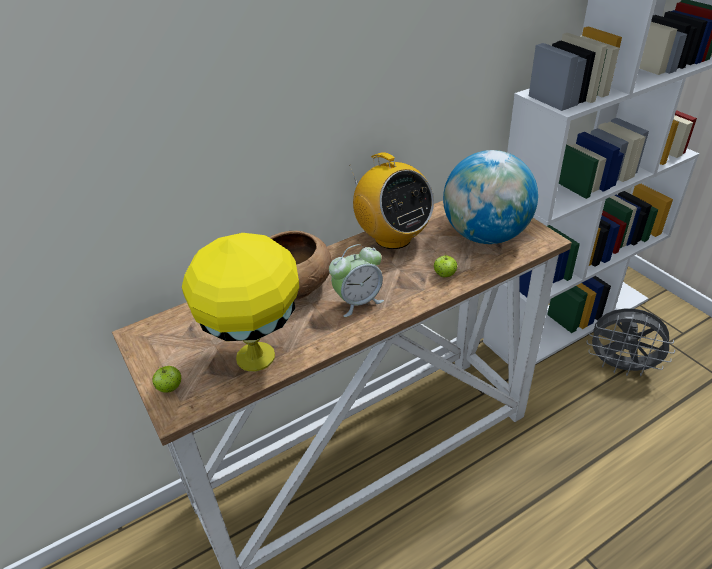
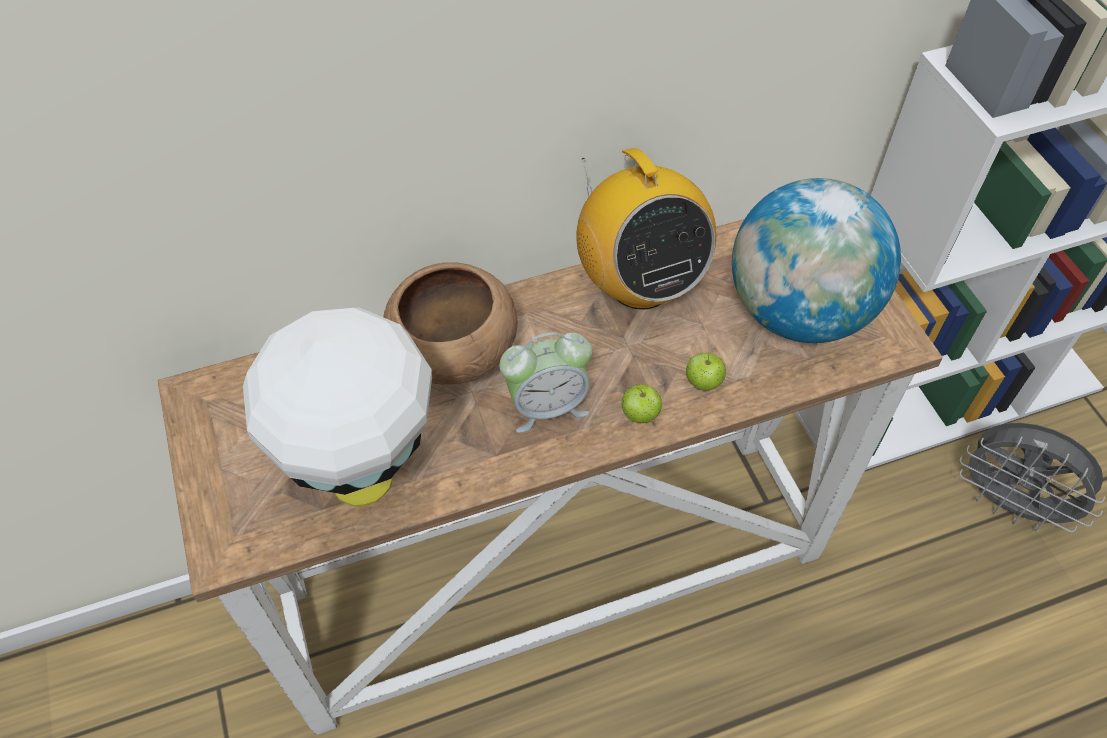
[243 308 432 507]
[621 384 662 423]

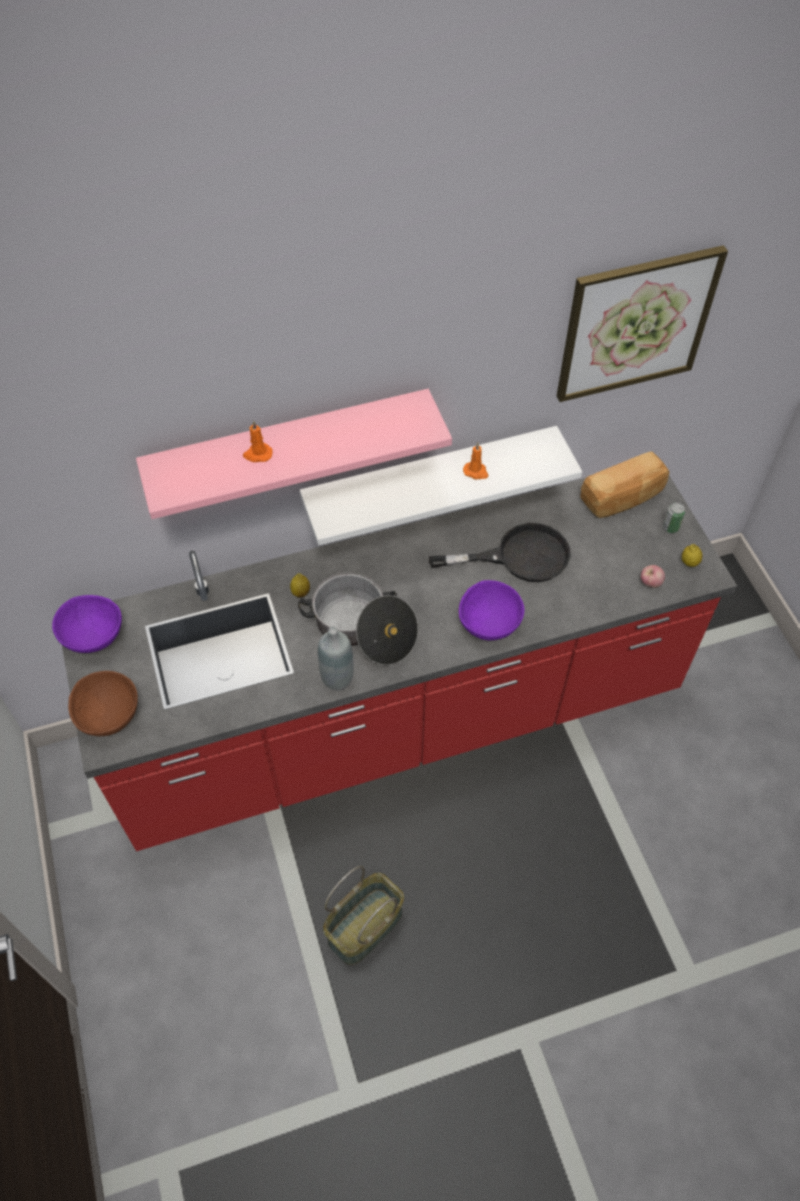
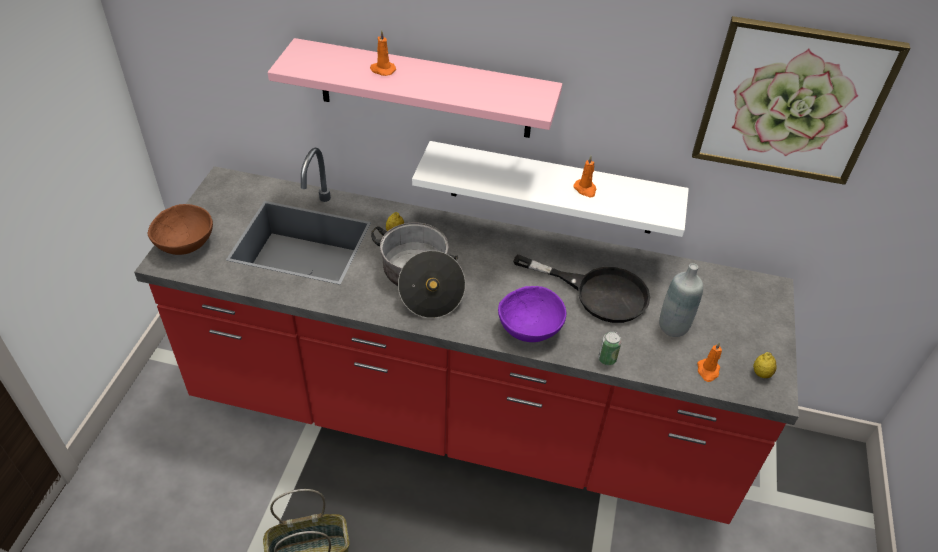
[580 451 670 518] (first image)
[598 331 622 365]
[697 342 722 382]
[52 595 122 653] (first image)
[659 263 703 337]

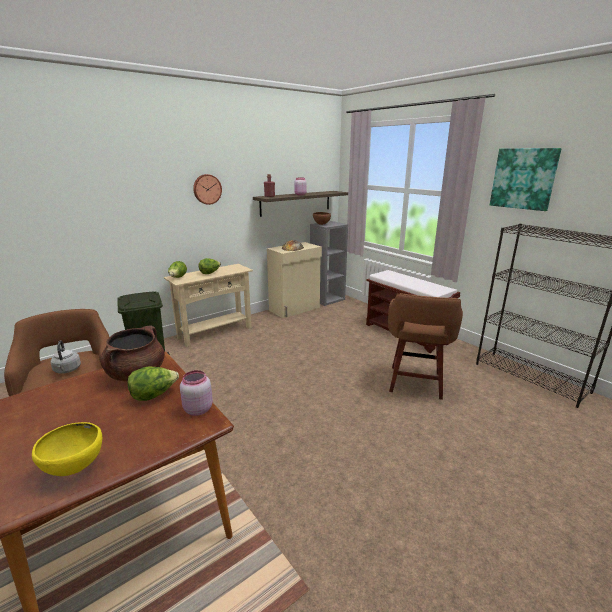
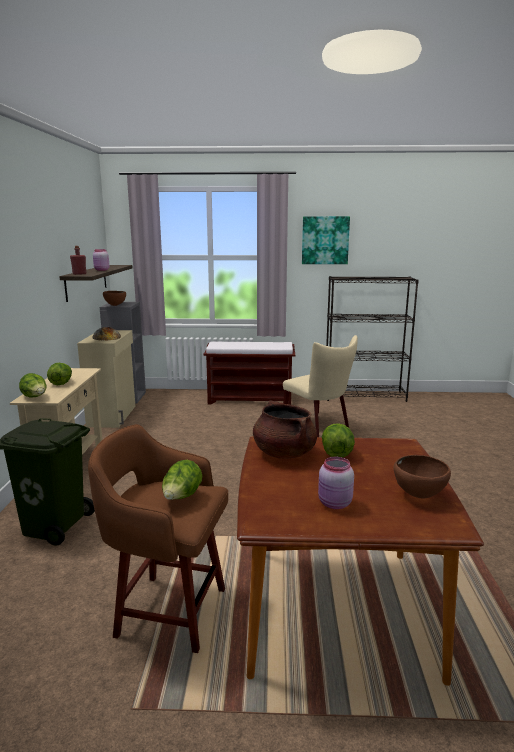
[193 174 222 205] (first image)
[283 335 358 437]
[162 460 202 500]
[318 457 354 509]
[394 455 451 498]

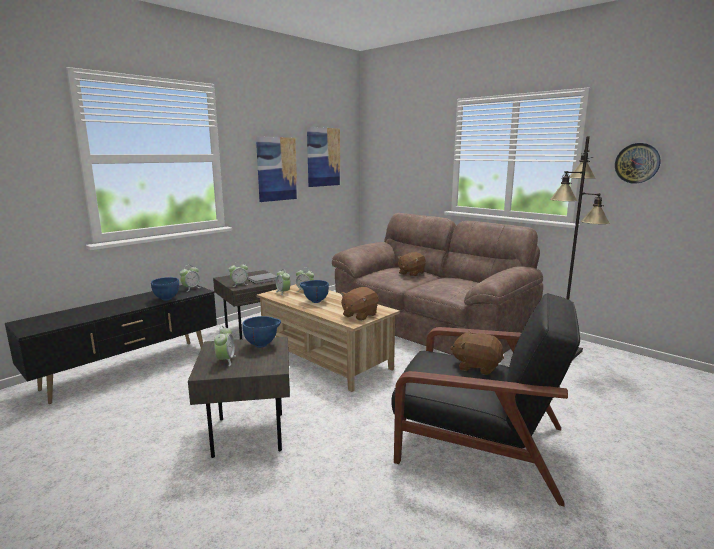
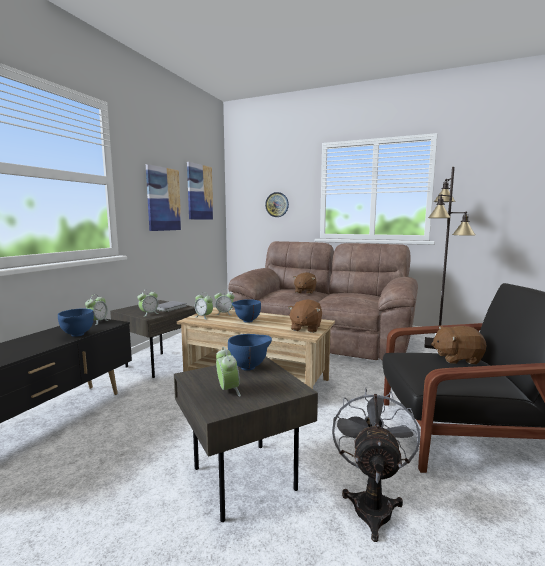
[265 192 289 217]
[332 387 420 542]

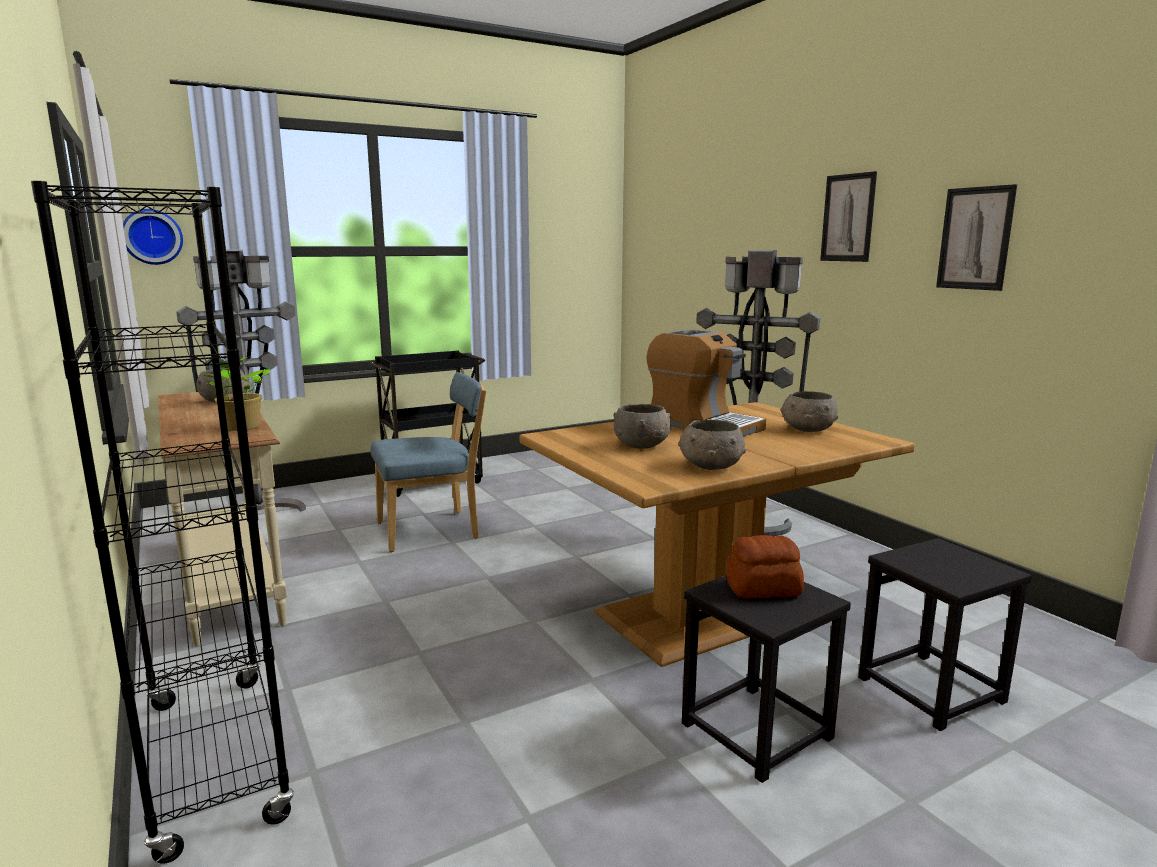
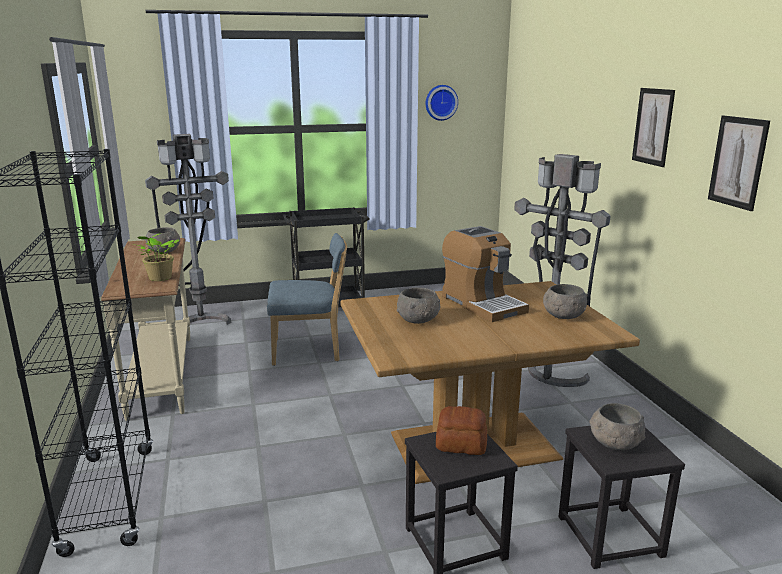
[426 85 458 121]
[589 403 645 450]

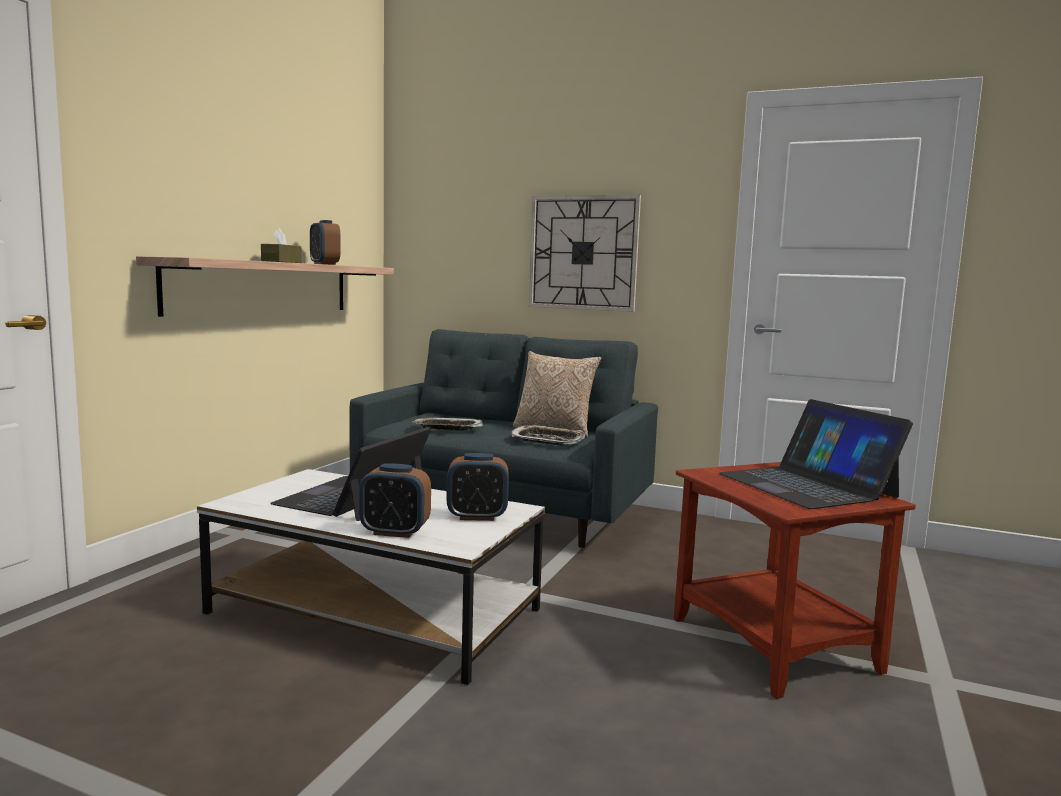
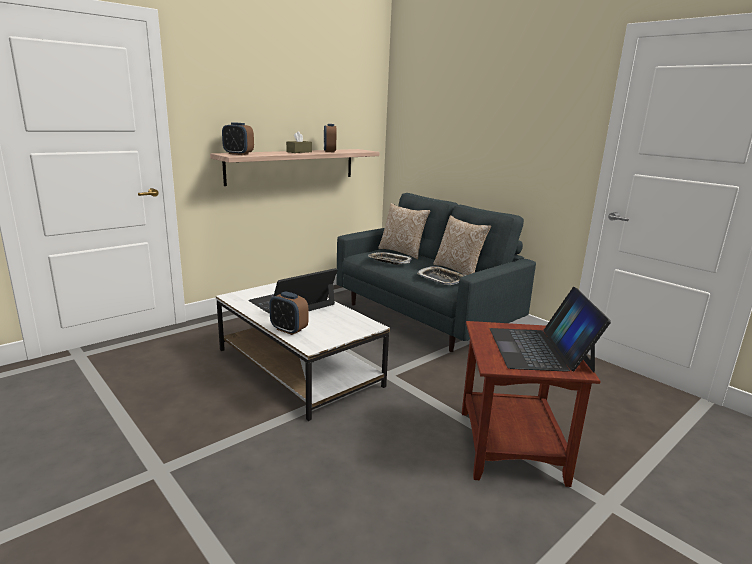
[529 195 641 312] (first image)
[222 122 254 155]
[378 203 430 259]

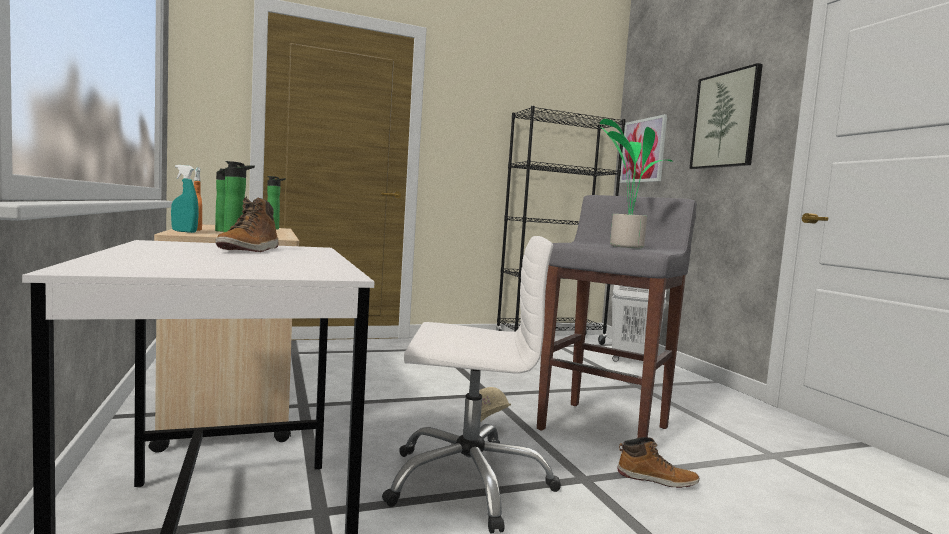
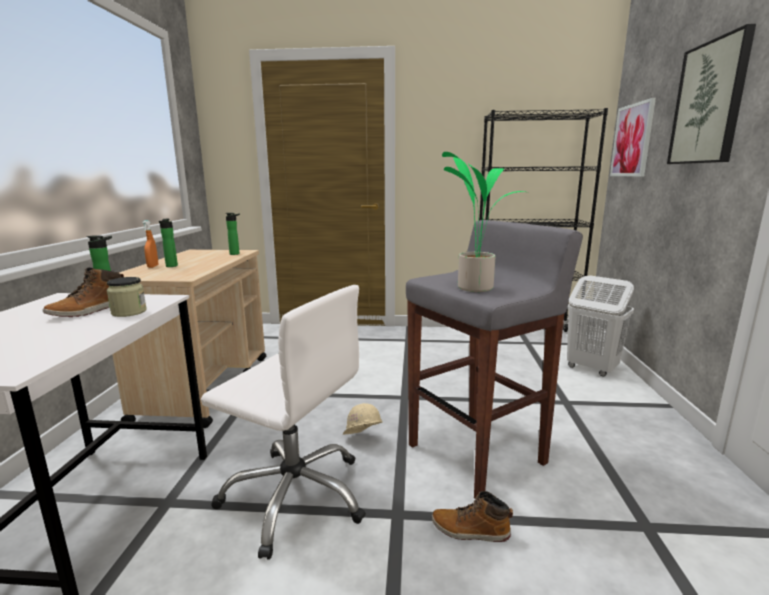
[171 165 199 233] (first image)
[432 491 513 542]
[107 277 147 317]

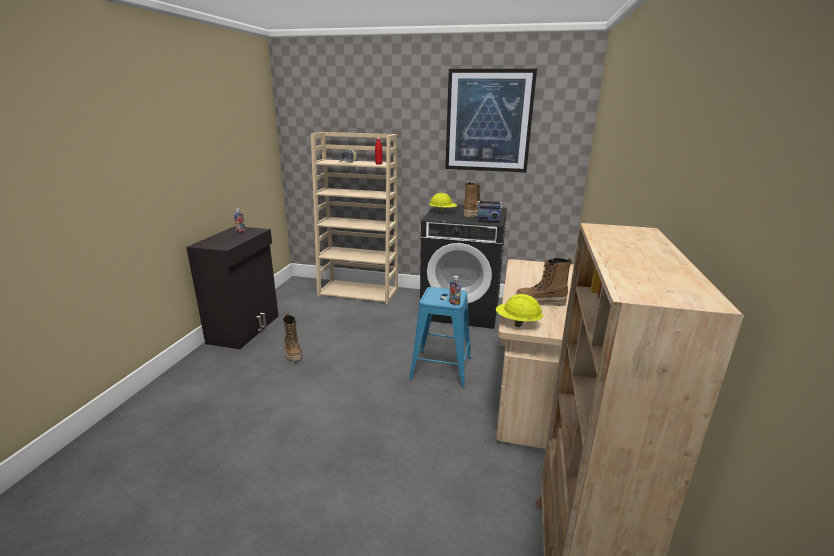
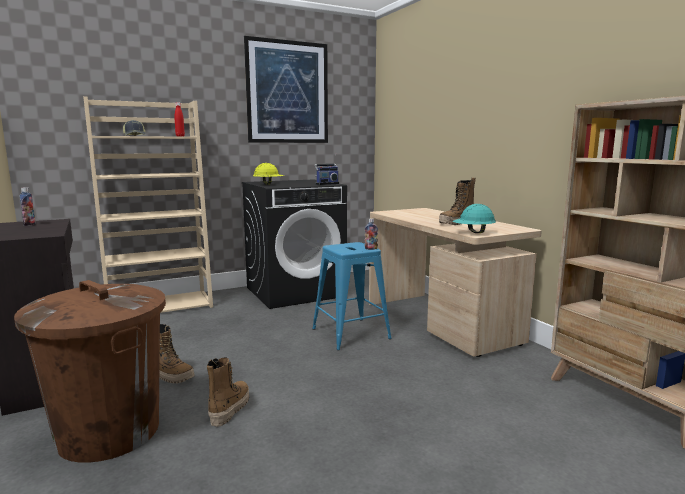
[207 358 249 427]
[453 204 496 233]
[14 280 166 463]

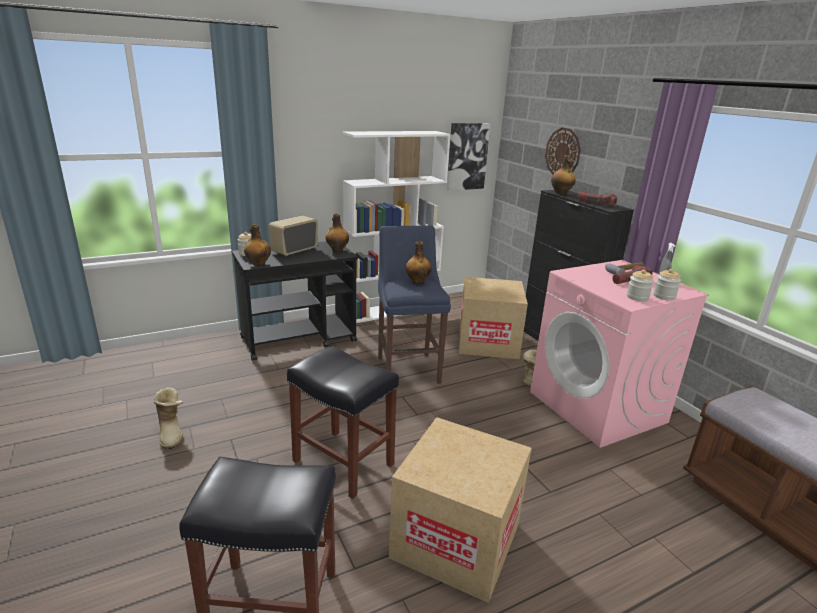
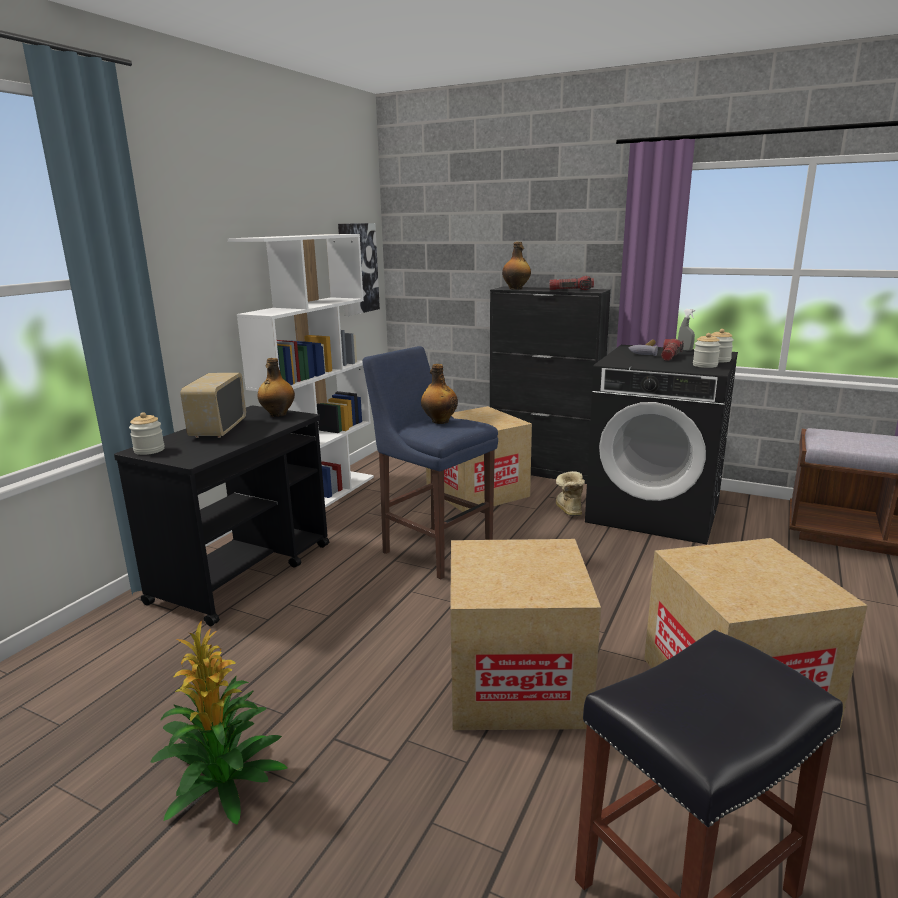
[545 127 581 175] (first image)
[244 224 271 266] (first image)
[585 345 738 544]
[450 539 601 730]
[150 621 287 824]

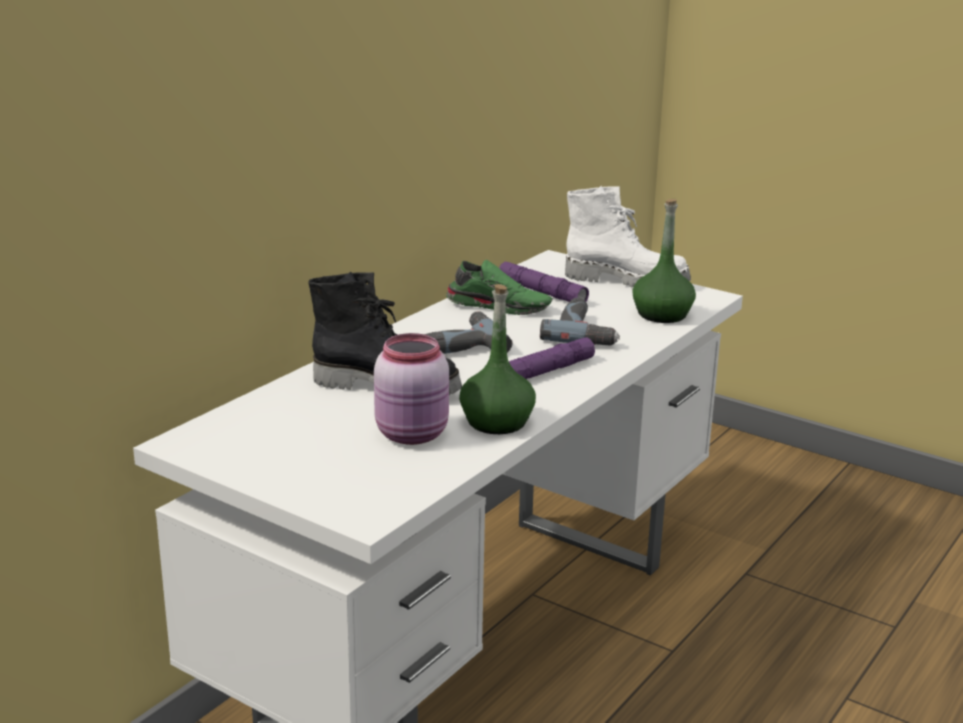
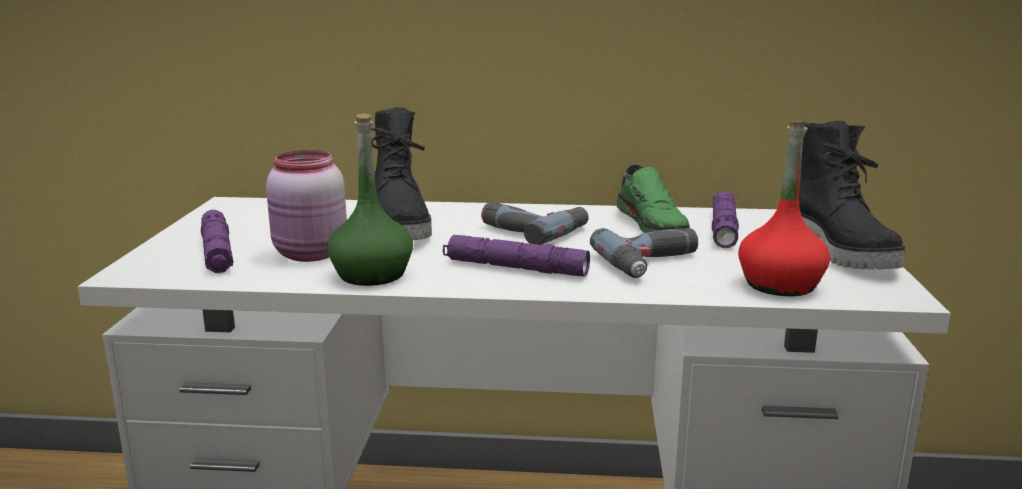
[799 120 905 269]
[738 121 830 296]
[201 210 233 273]

